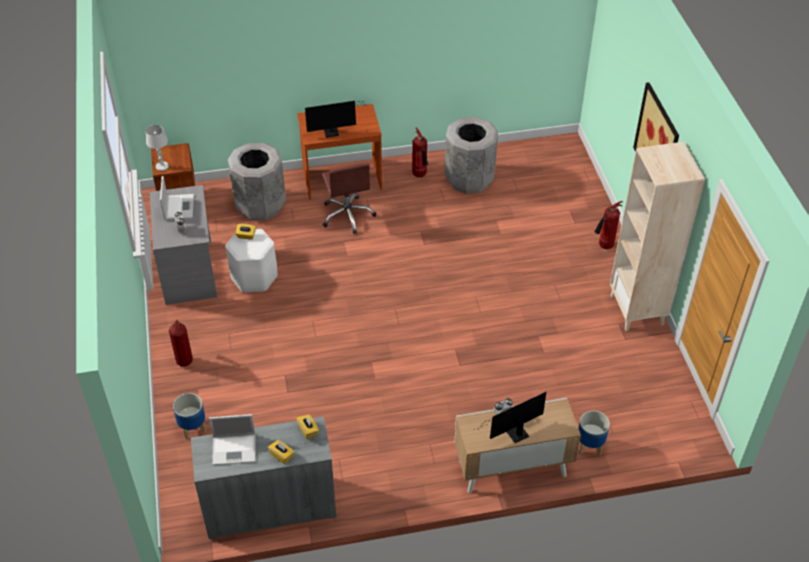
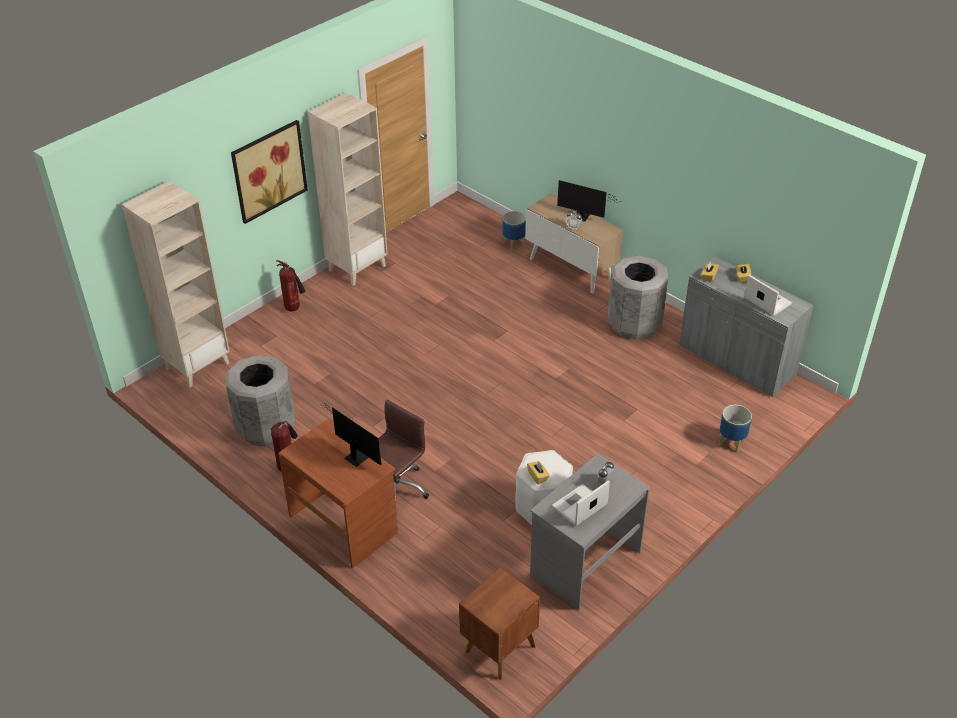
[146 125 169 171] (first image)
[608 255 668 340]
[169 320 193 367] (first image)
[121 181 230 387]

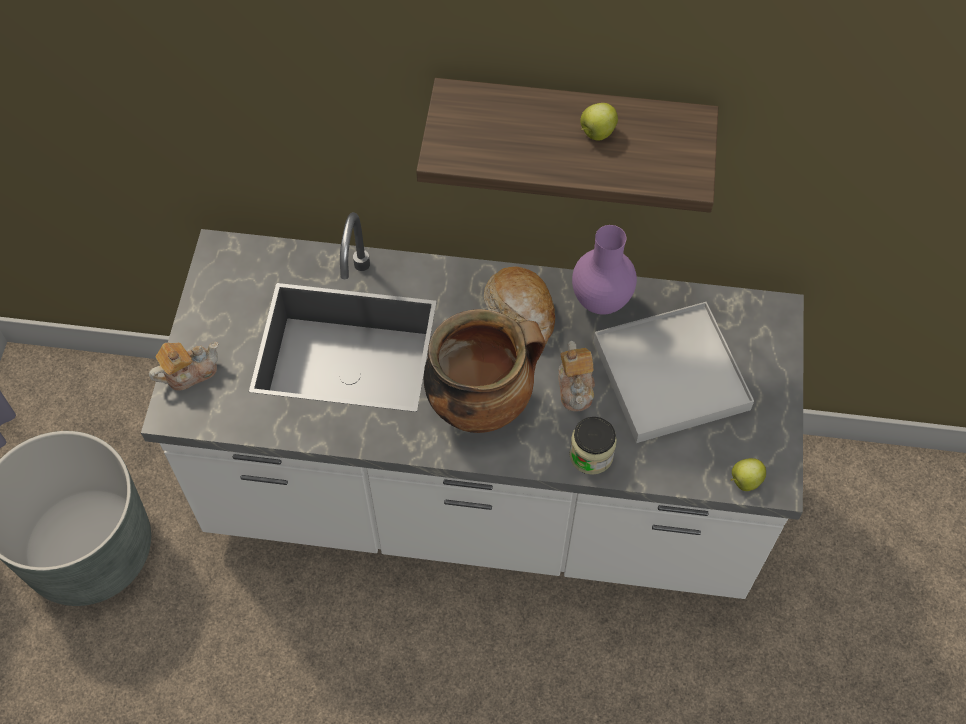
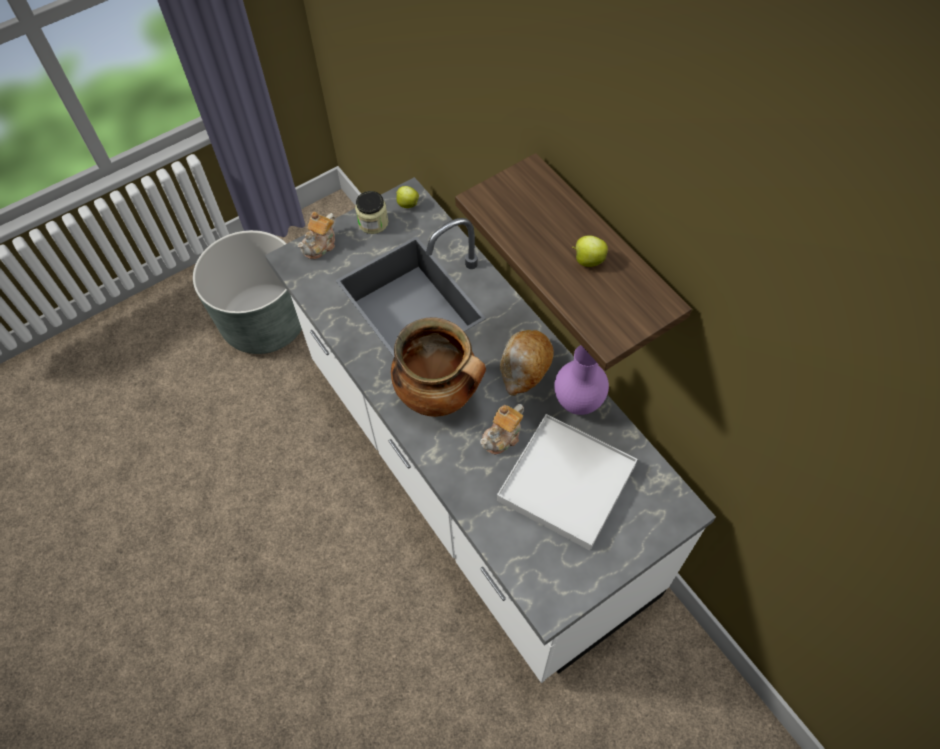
[298 212 336 259]
[355 191 388 234]
[396 186 419 208]

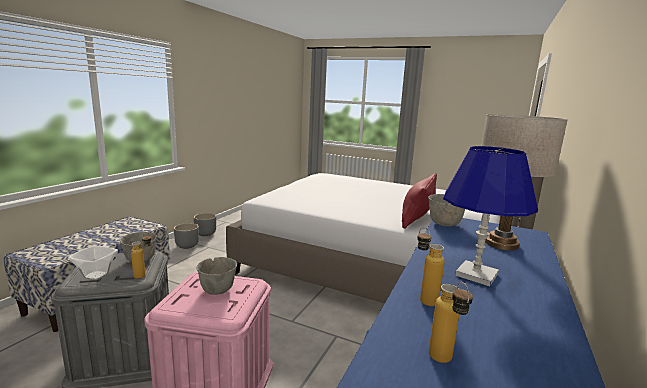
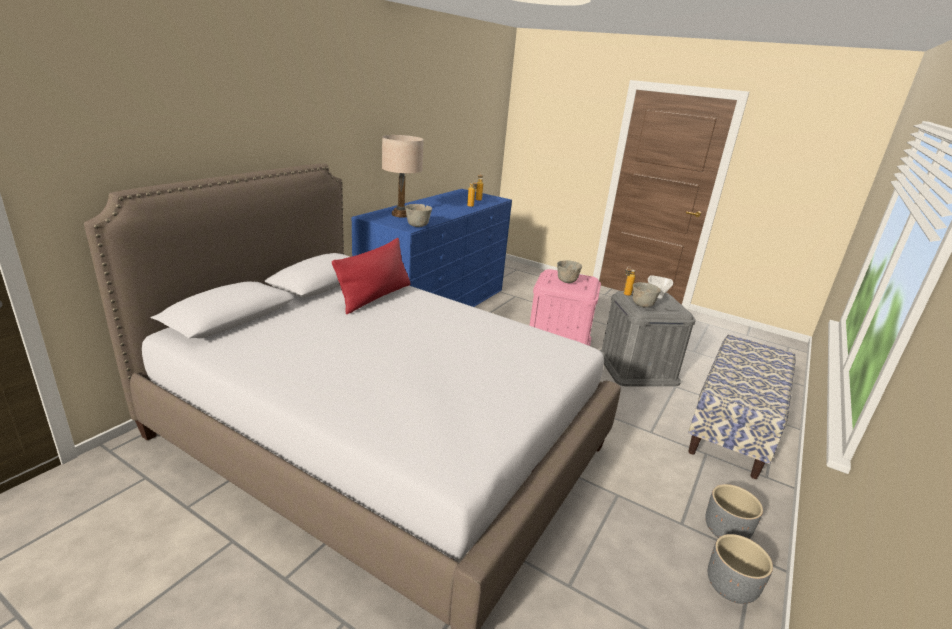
[443 146 538 286] (first image)

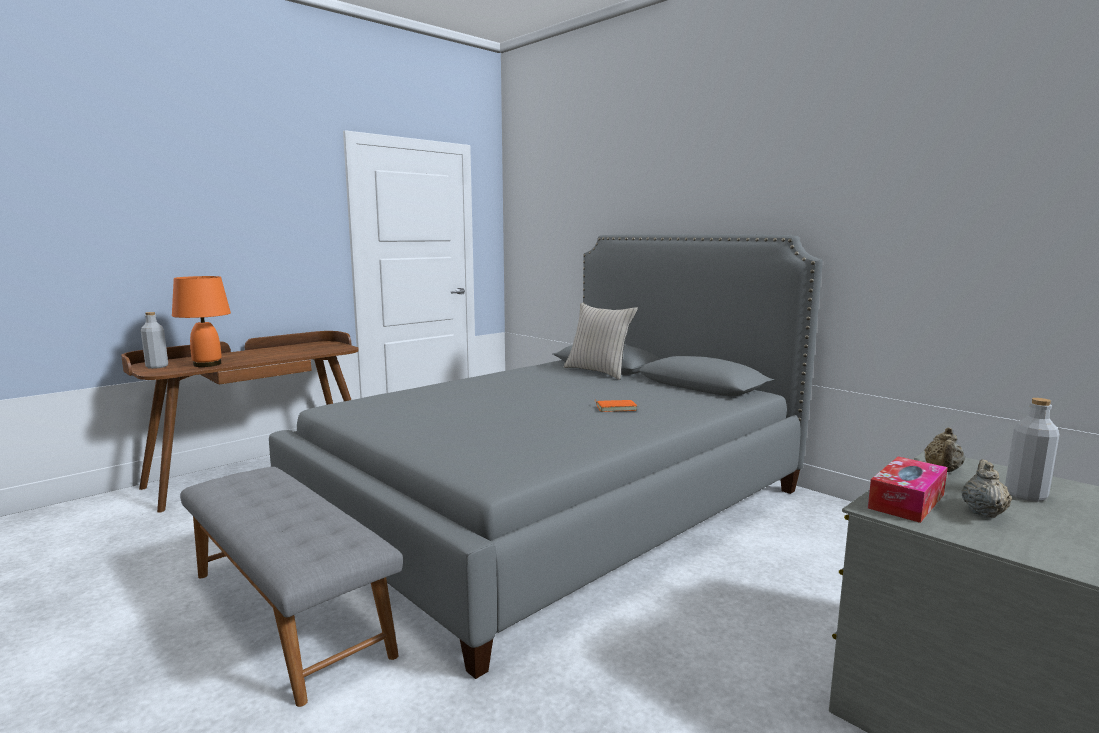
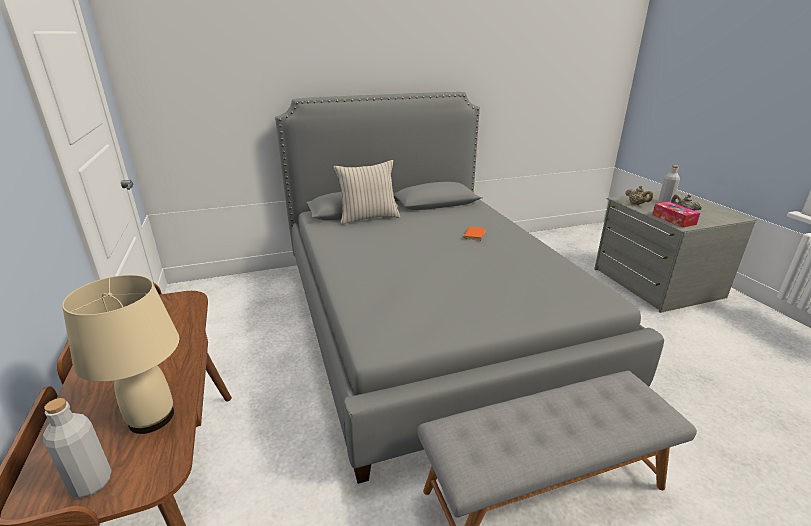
[62 275 180 434]

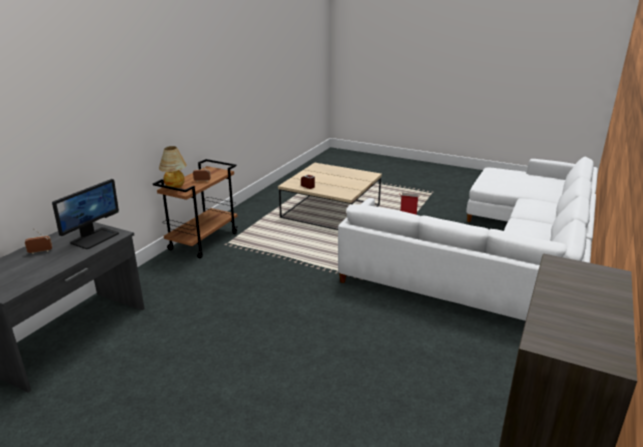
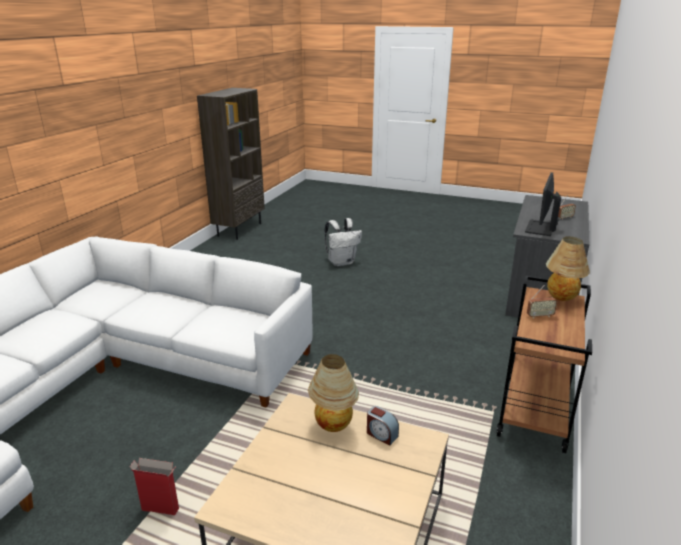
[325 218 362 266]
[308 354 359 432]

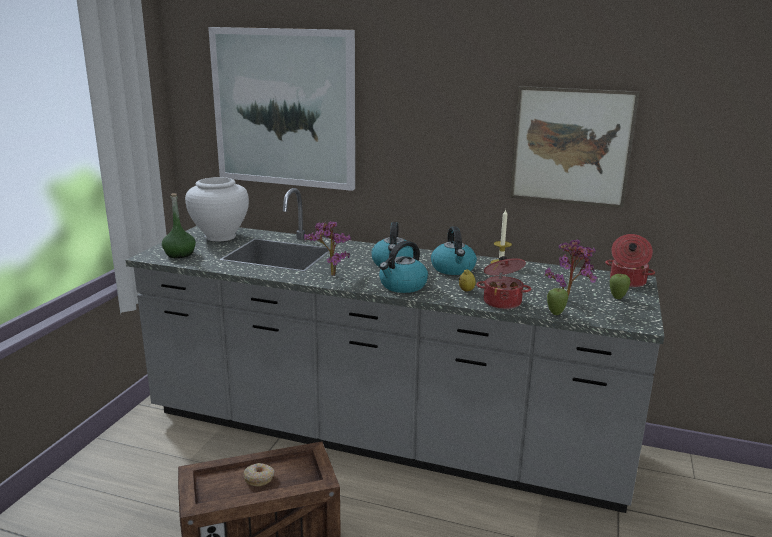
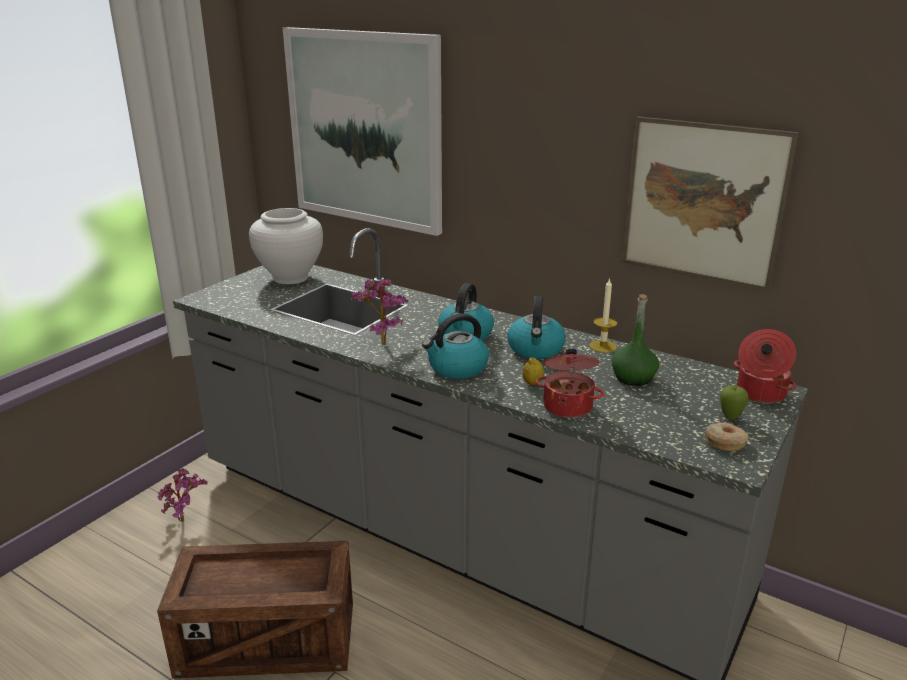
[611 294 659 386]
[158 468 208 522]
[547 288 568 315] (first image)
[706 423 748 451]

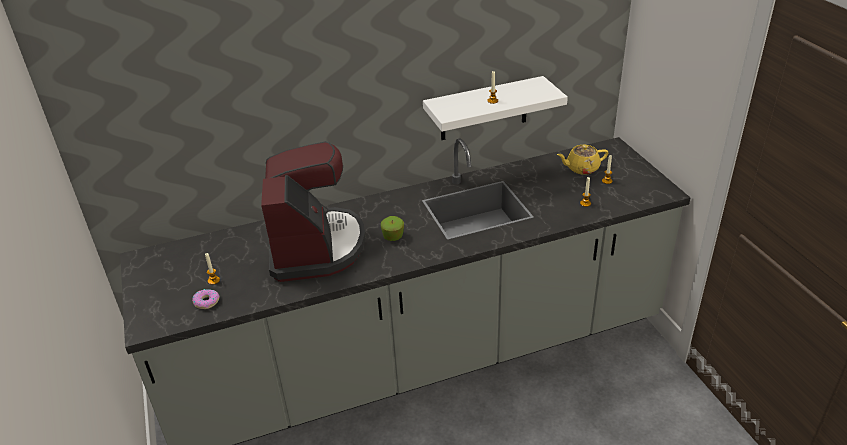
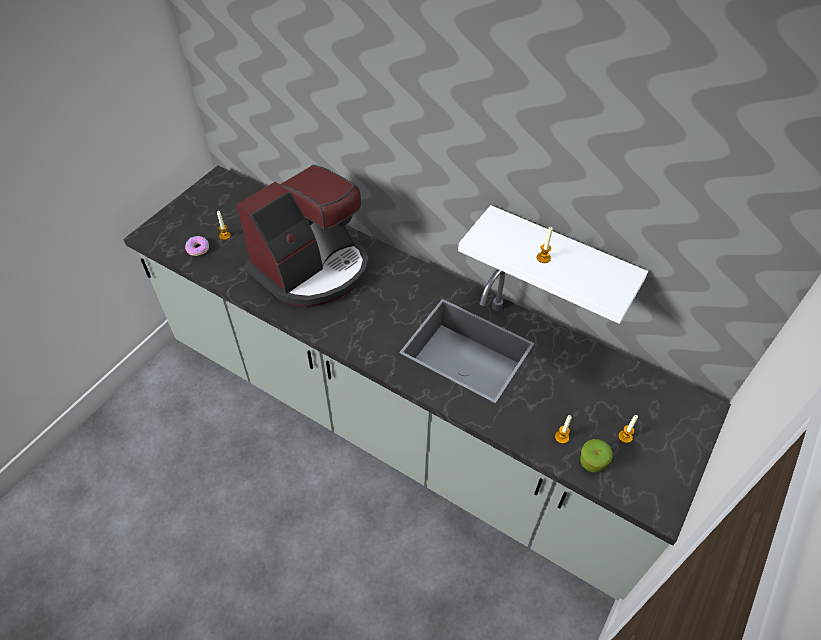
[557 145 608 175] (first image)
[580 439 613 472]

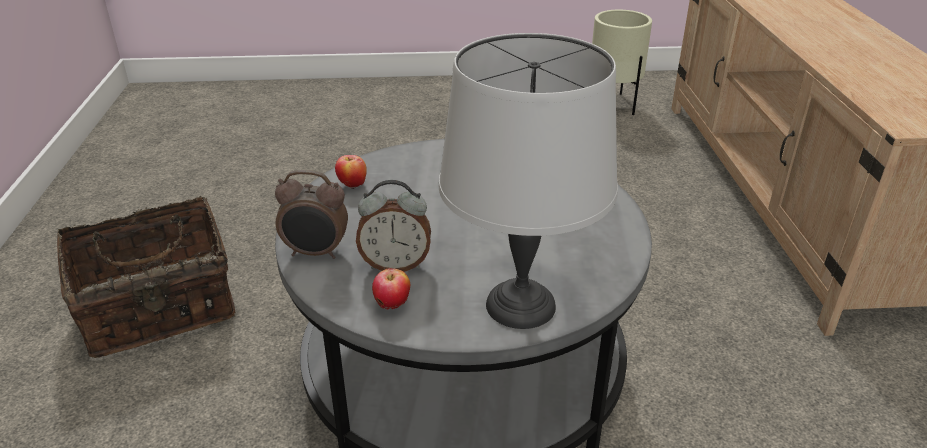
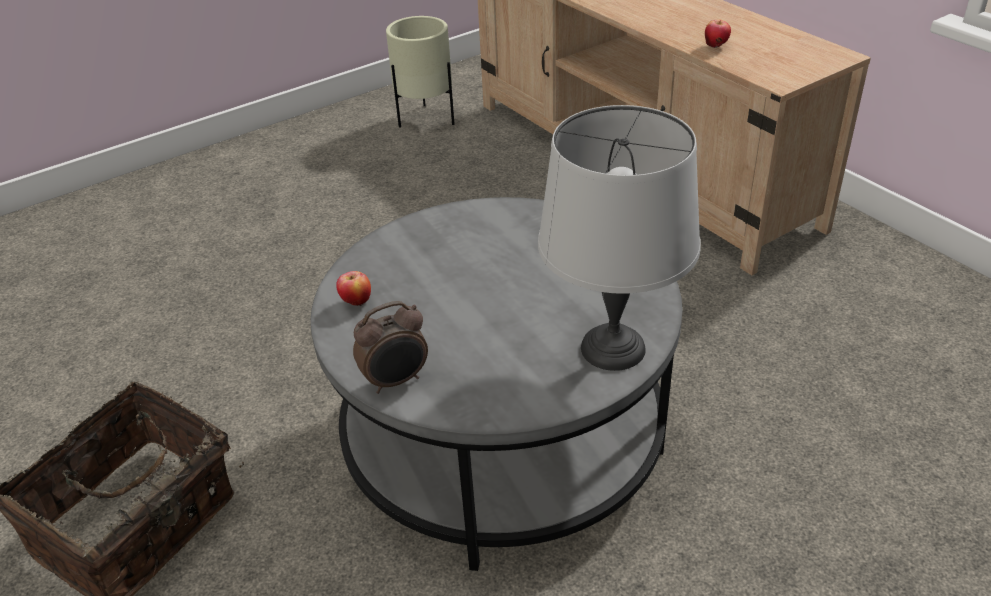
[356 180 431 272] (first image)
[705 20 731 48]

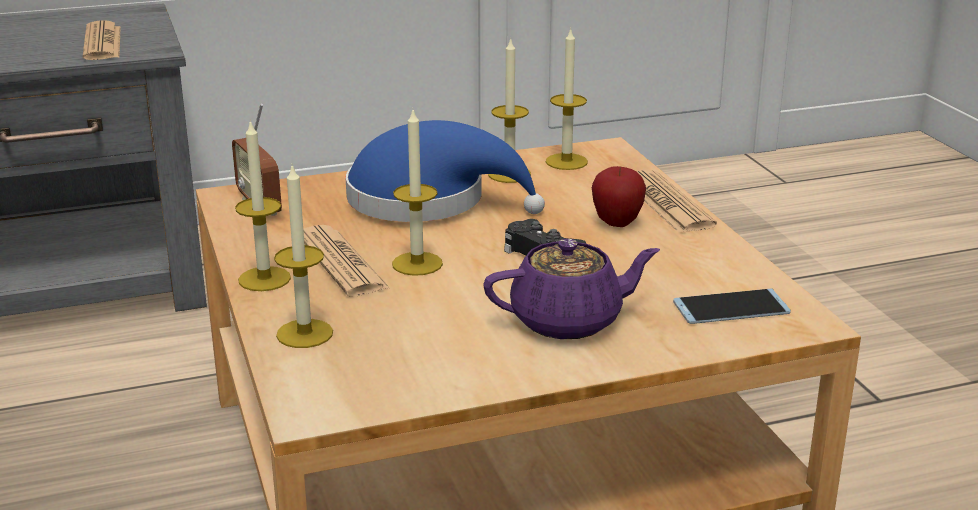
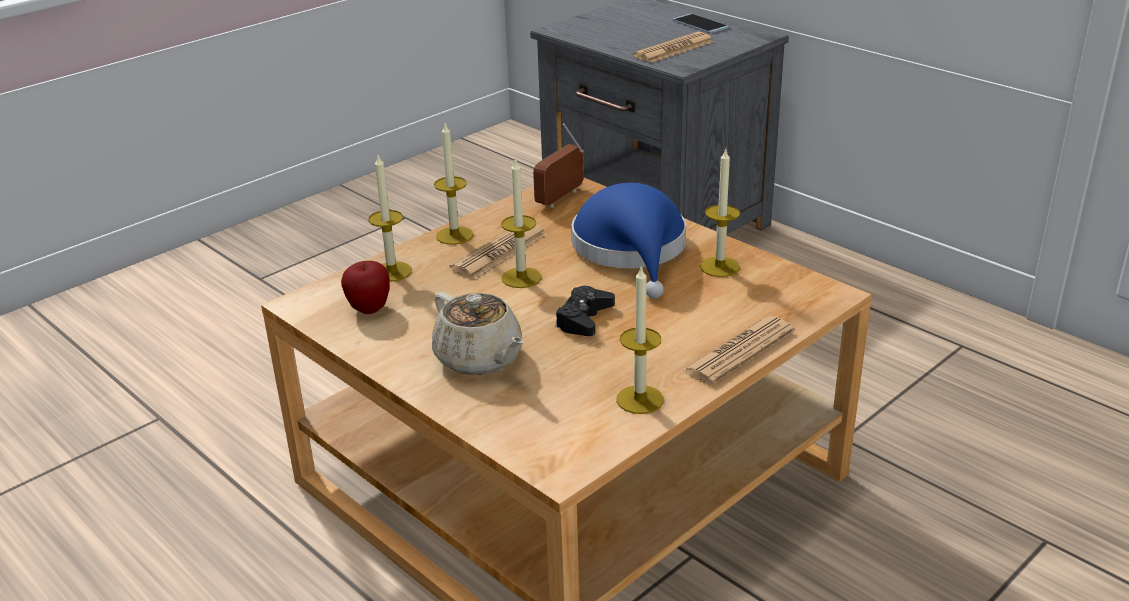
[616 265 664 414]
[341 261 390 314]
[432 292 524 375]
[672 14 730 33]

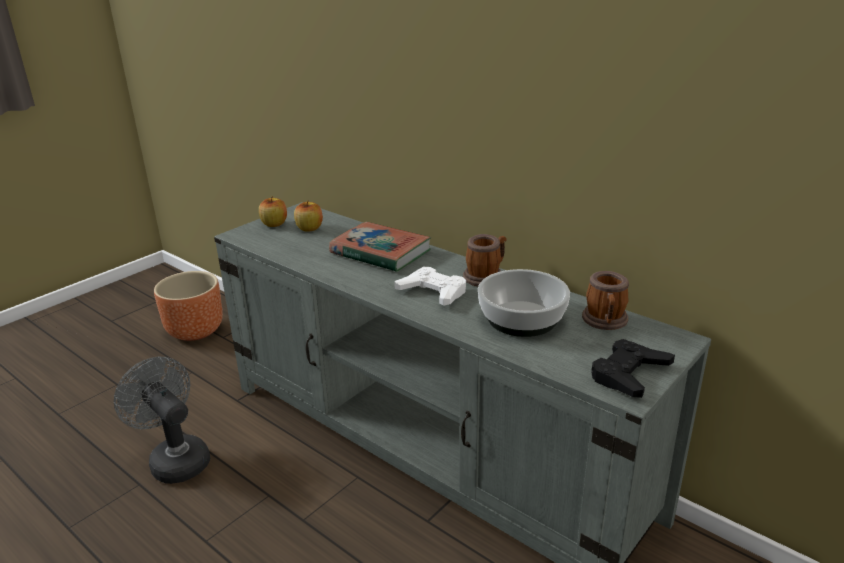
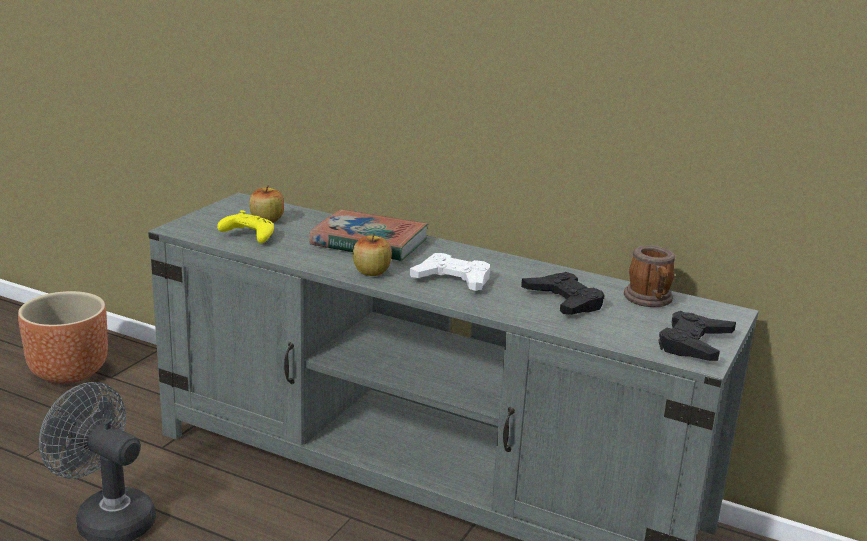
[353 233 391 276]
[463 234 507 286] (first image)
[521 272 605 315]
[217 210 274 243]

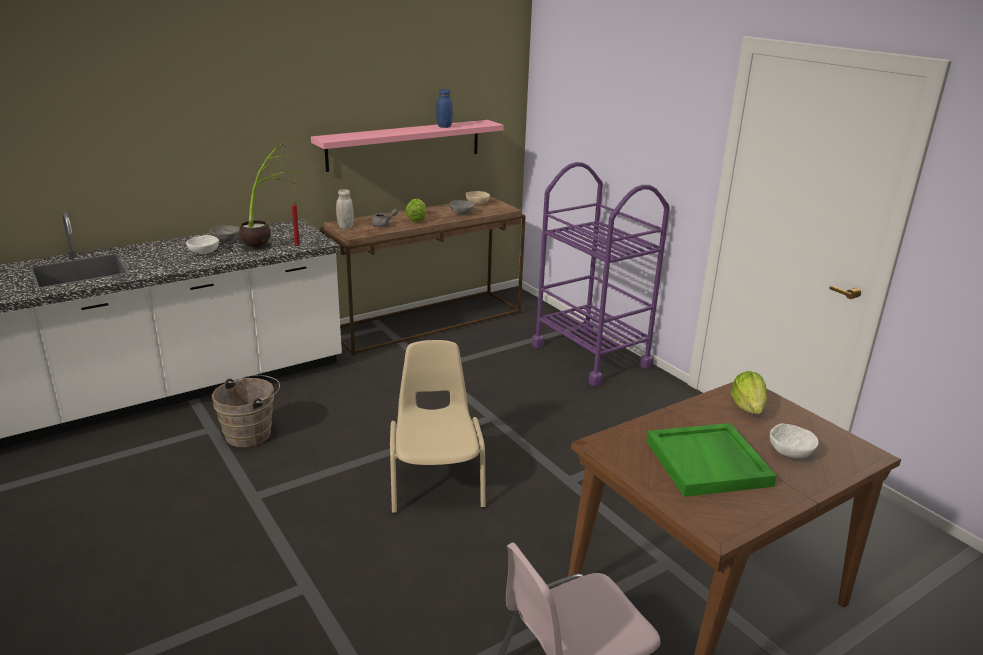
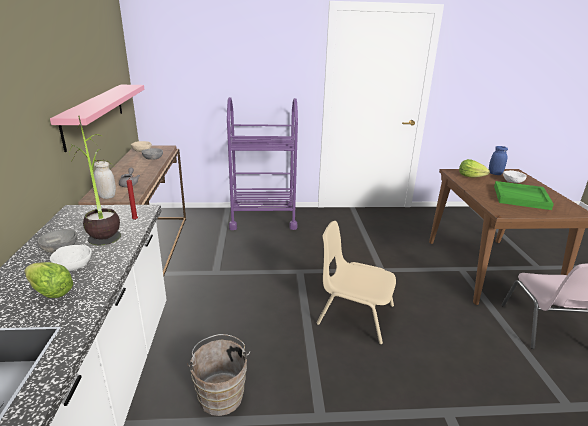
[489 146 508 175]
[24 262 74 298]

